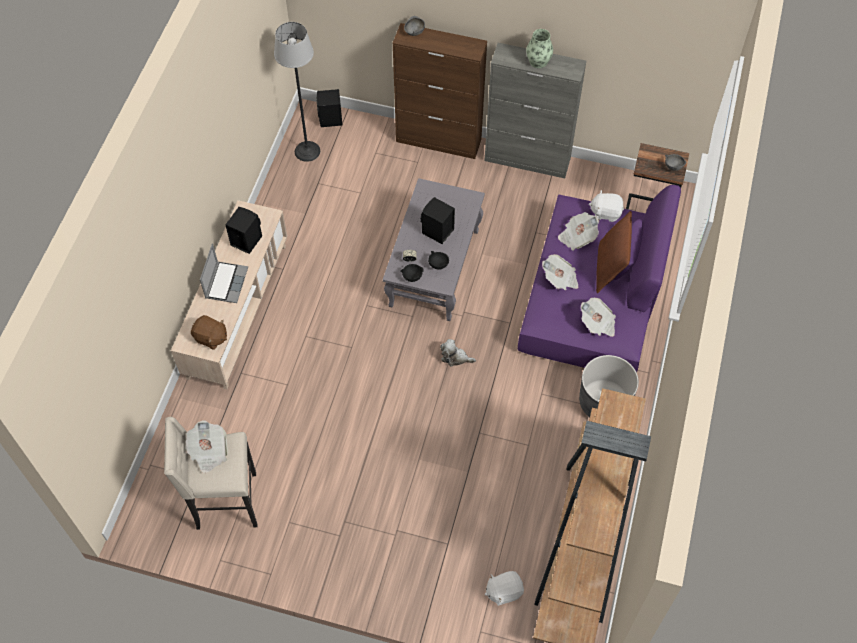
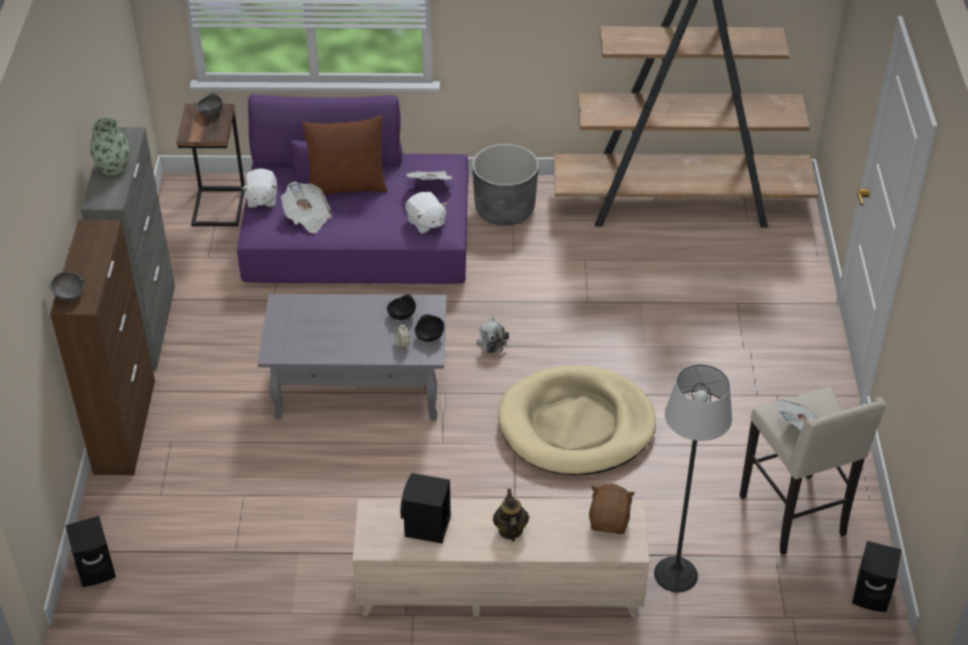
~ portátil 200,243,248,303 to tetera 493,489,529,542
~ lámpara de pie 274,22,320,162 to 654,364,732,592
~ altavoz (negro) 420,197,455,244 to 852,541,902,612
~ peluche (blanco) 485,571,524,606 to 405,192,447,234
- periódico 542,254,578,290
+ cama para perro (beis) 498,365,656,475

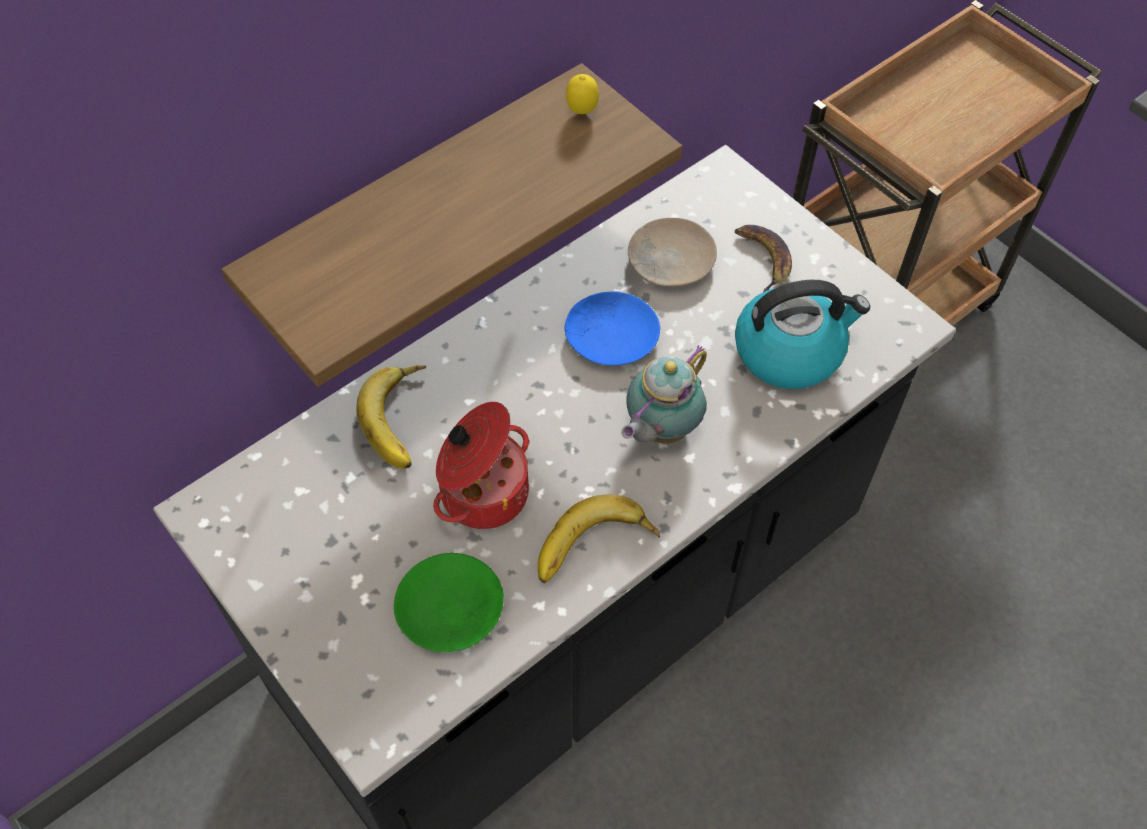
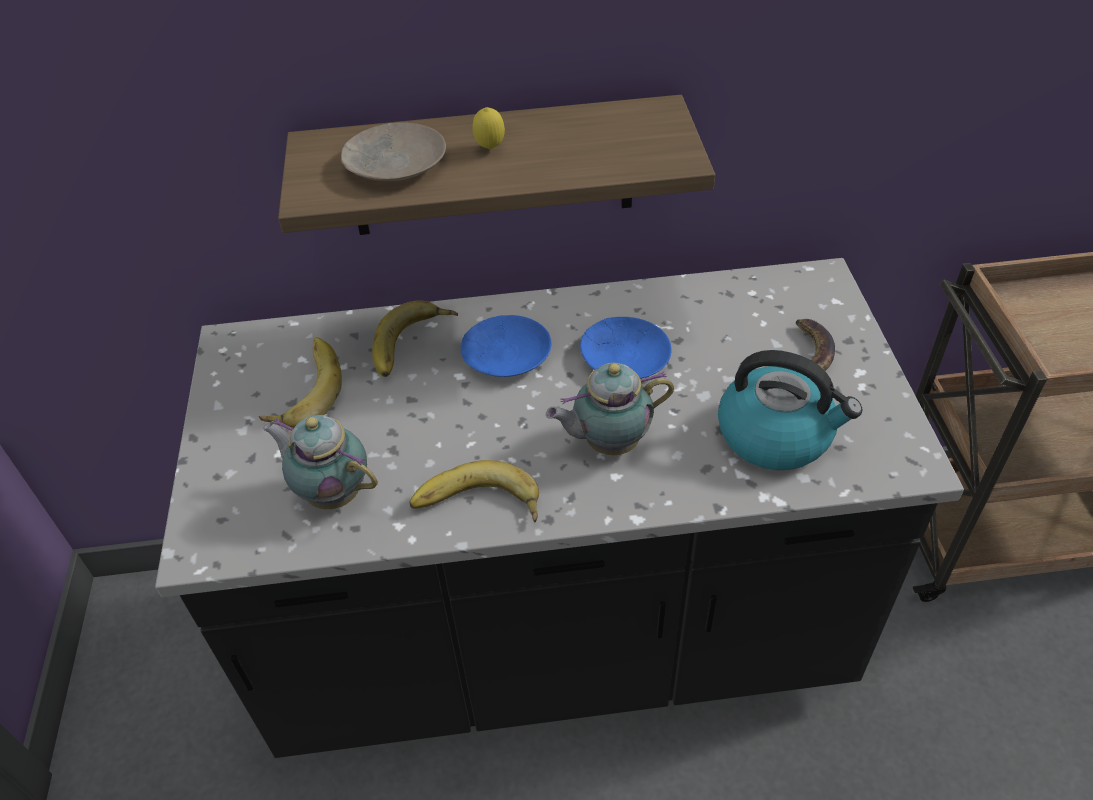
~ plato (verde) 394,553,504,652 to tetera 263,415,378,509
- olla 433,402,529,529
~ limón 566,74,599,114 to 472,107,505,149
~ plato (beis) 628,218,717,286 to 341,122,446,181
+ plátano 259,337,342,428
+ plato (azul) 461,315,551,377

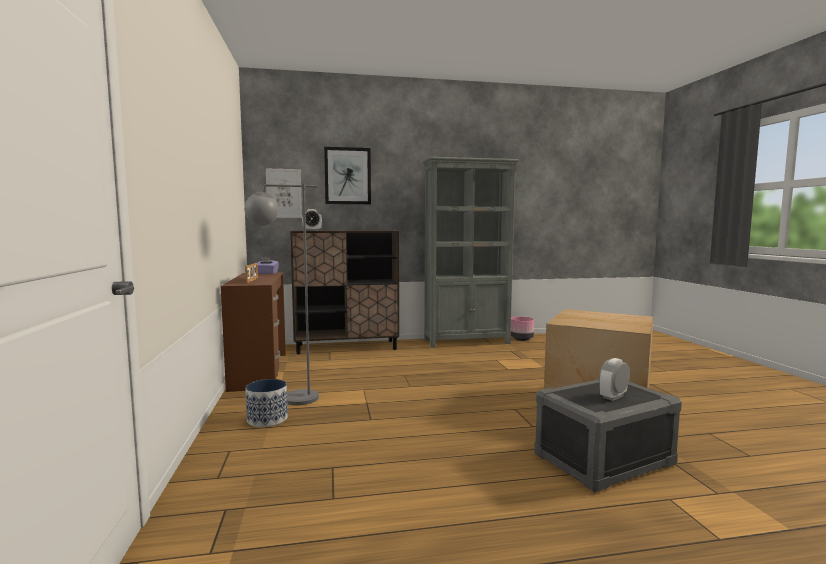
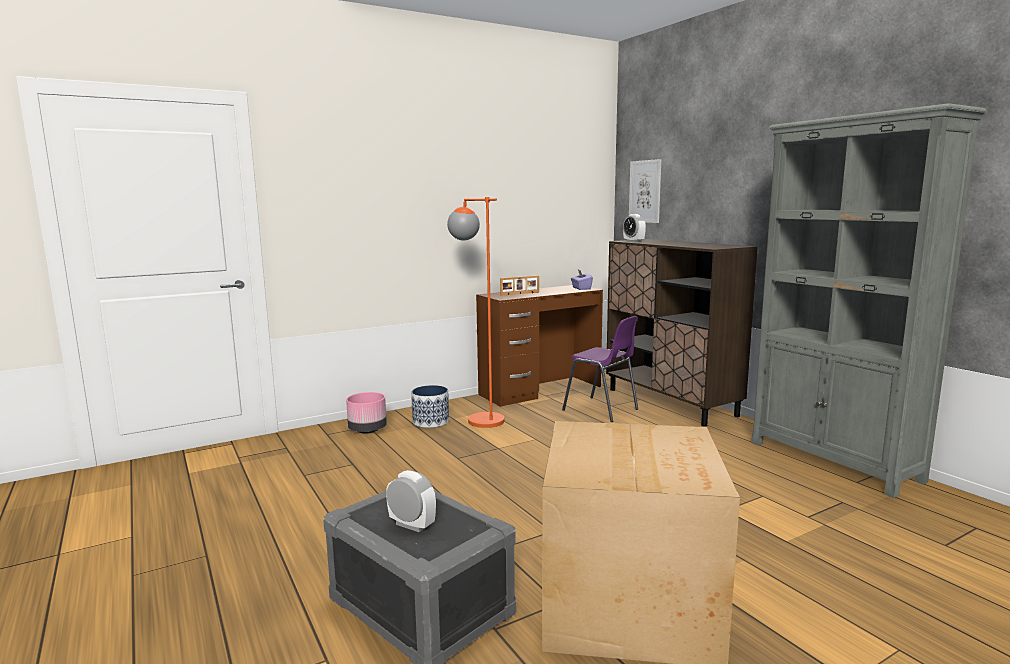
~ lámpara de pie (gris) 244,184,319,405 to lámpara de pie (naranja) 447,197,505,428
- cuadro 324,147,371,204
~ maceta (rosa) 511,317,534,341 to 346,392,387,434
+ silla (morado) 562,316,638,422

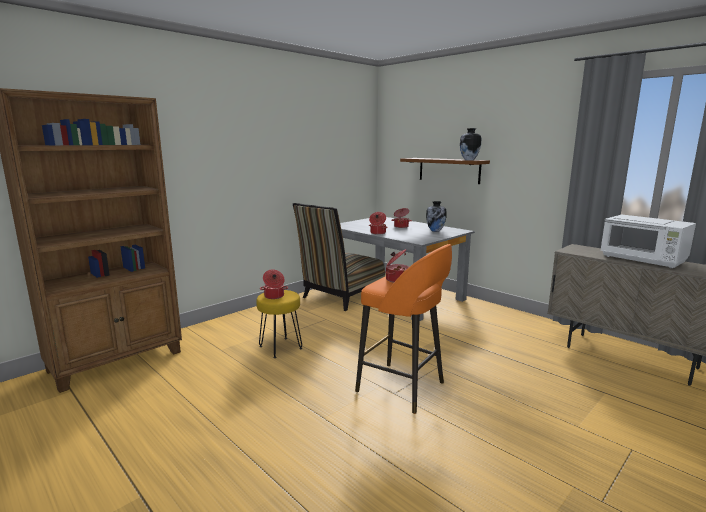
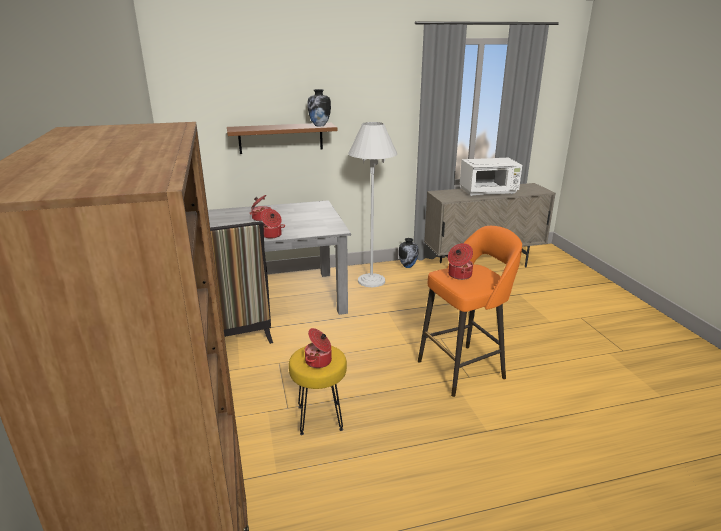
~ florero 426,201,447,232 to 399,238,418,268
+ lámpara de pie (blanco) 348,122,397,287

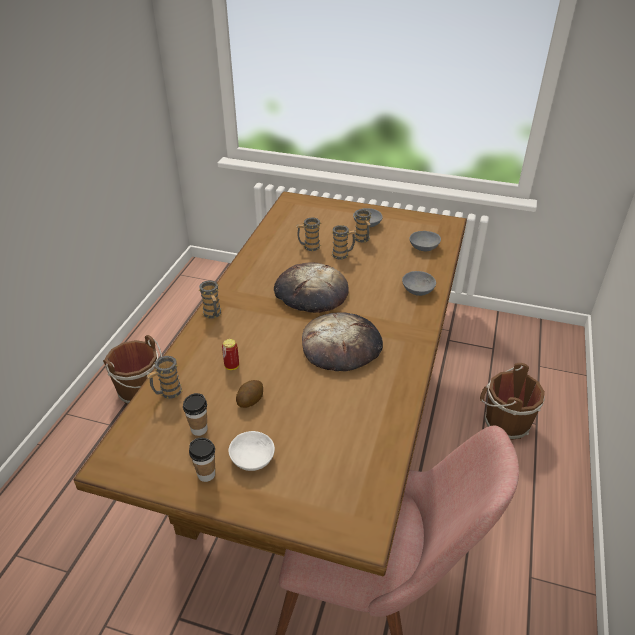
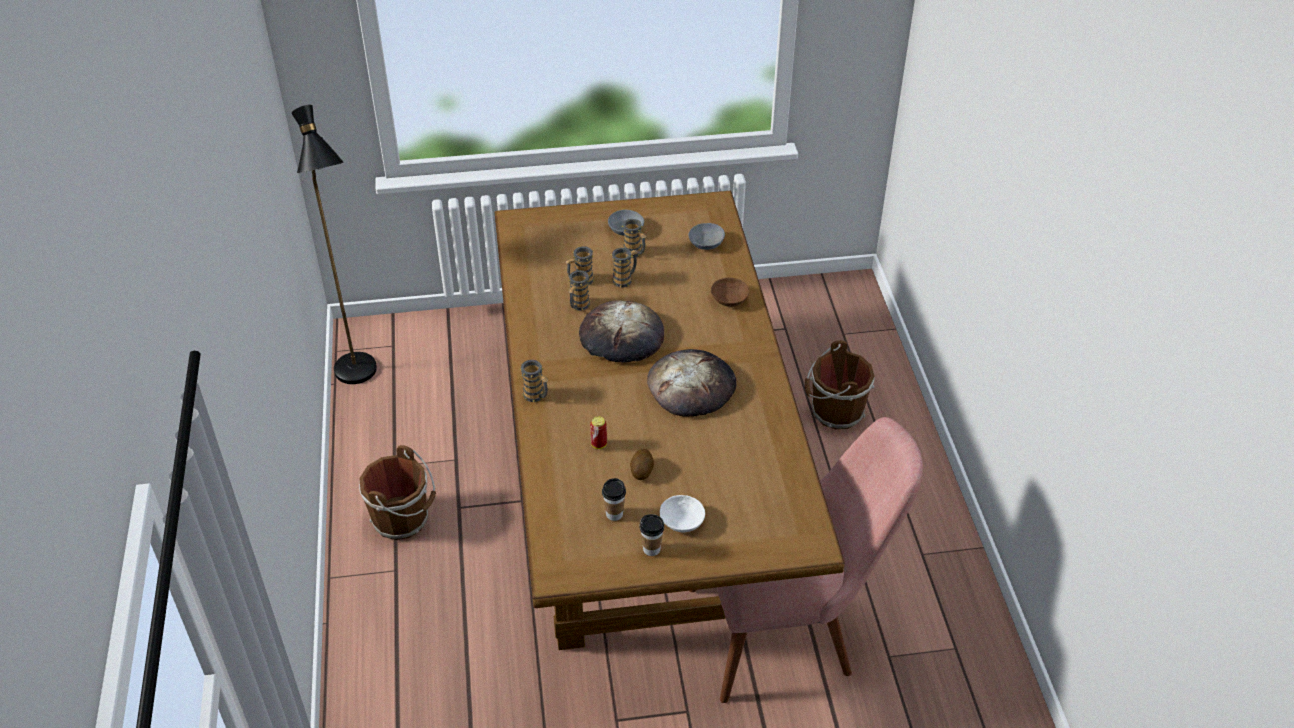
~ taza grande 147,356,183,399 to 568,270,591,311
~ cuenco (gris) 402,271,436,296 to cuenco (marrón) 711,277,749,307
+ lámpara de pie (negro) 291,105,377,384

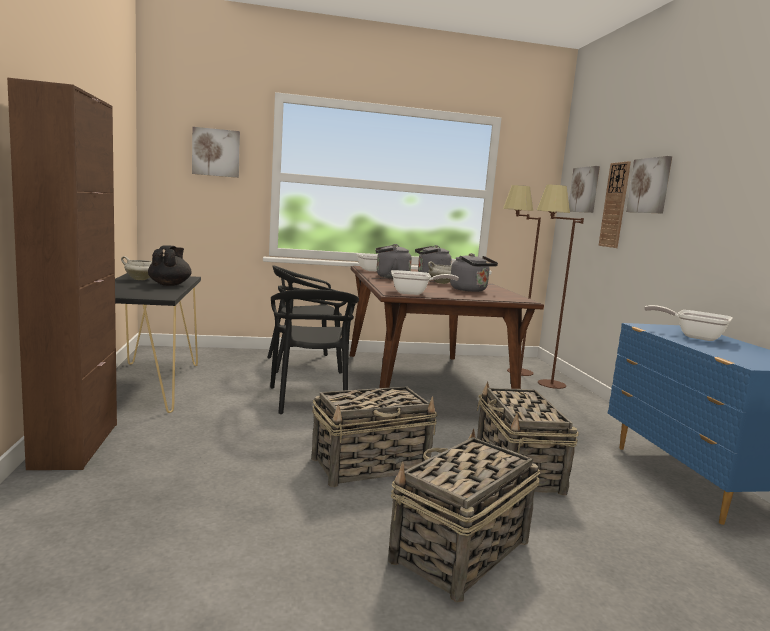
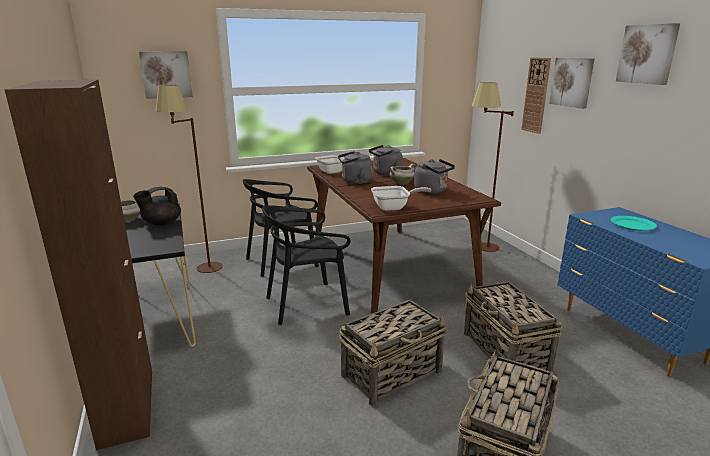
~ tetera (negro) 148,245,192,286 = 133,187,181,226 120 degrees counterclockwise
~ silla (negro) 270,289,359,414 = 262,205,351,325 90 degrees clockwise
~ lámpara de pie (marrón) 503,185,541,376 to 155,85,223,273
~ cuadro 569,166,600,213 to 616,23,680,85
~ sartén 644,305,733,341 to plato (turquesa) 610,216,657,231

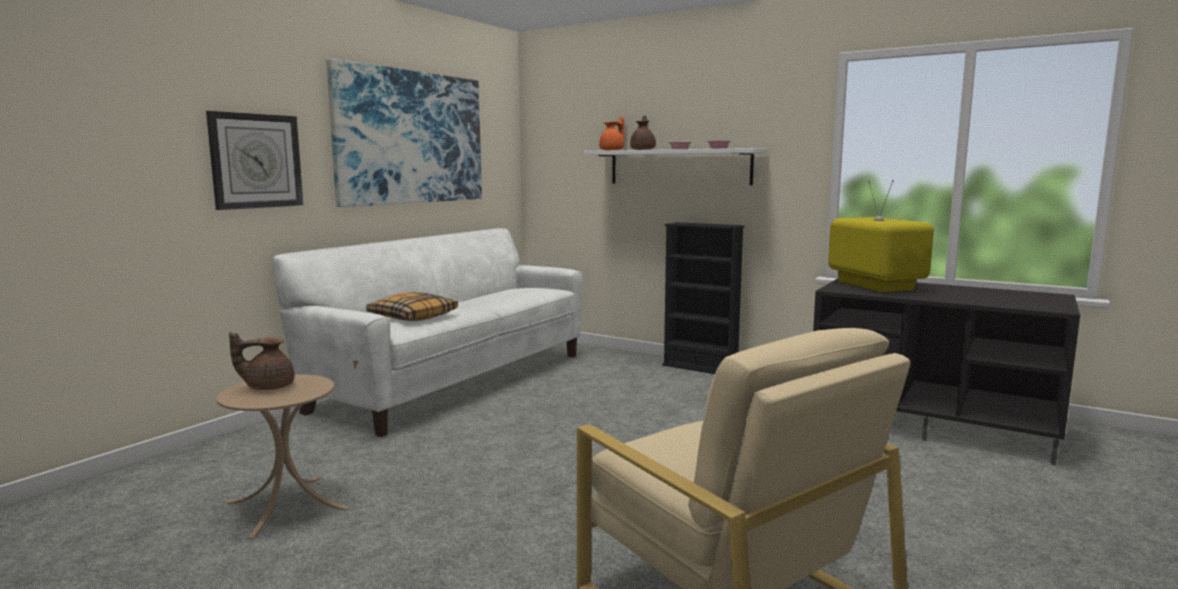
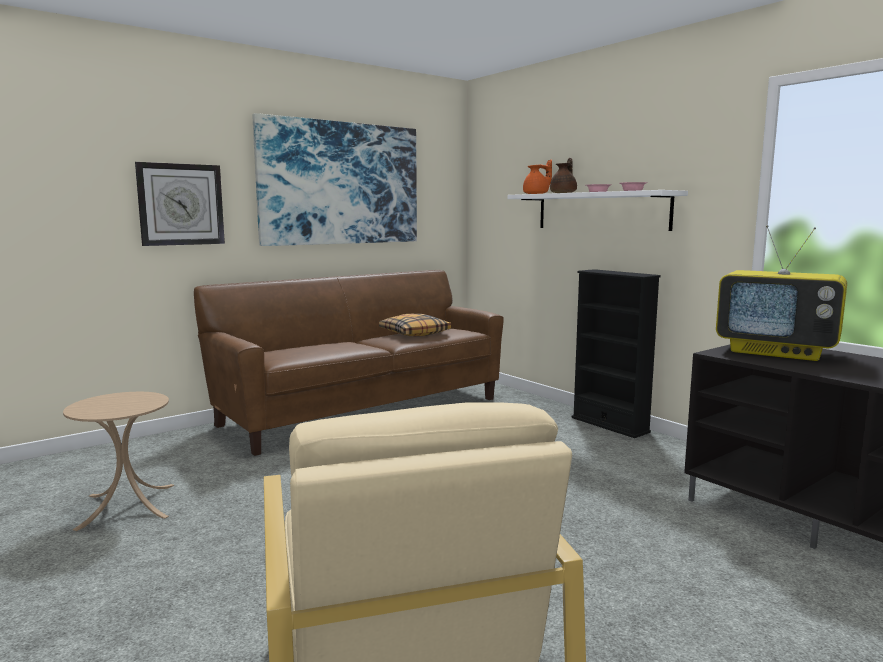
- tetera (marrón) 229,332,294,390
~ sofá (blanco) 273,228,583,437 to sofá (marrón) 194,270,504,456
~ cojín 366,292,458,321 to 379,314,451,337
~ televisor 828,180,934,292 = 716,225,847,361 120 degrees clockwise

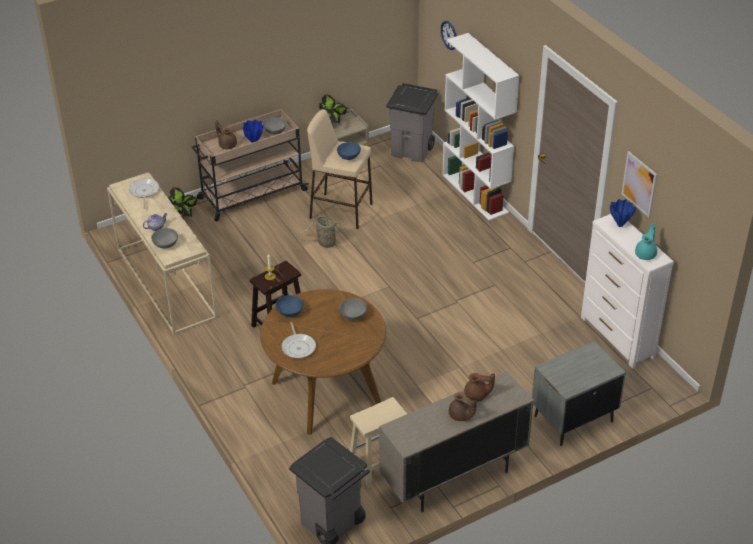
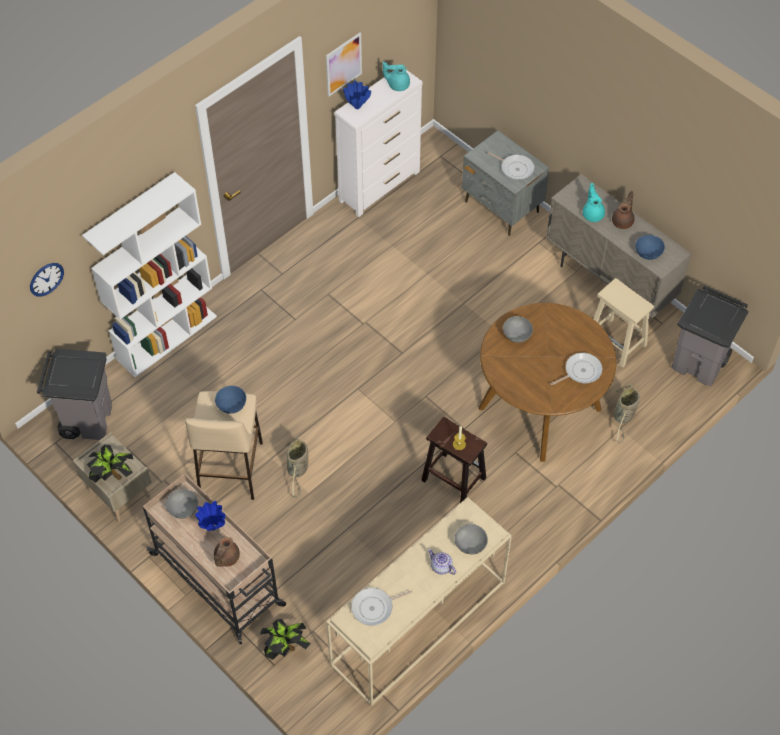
~ cuenco (azul) 276,295,303,317 to 635,235,665,260
~ tetera (marrón) 464,373,495,402 to tetera (turquesa) 583,183,605,222
+ sartén 488,152,534,180
+ cesta 614,383,640,443

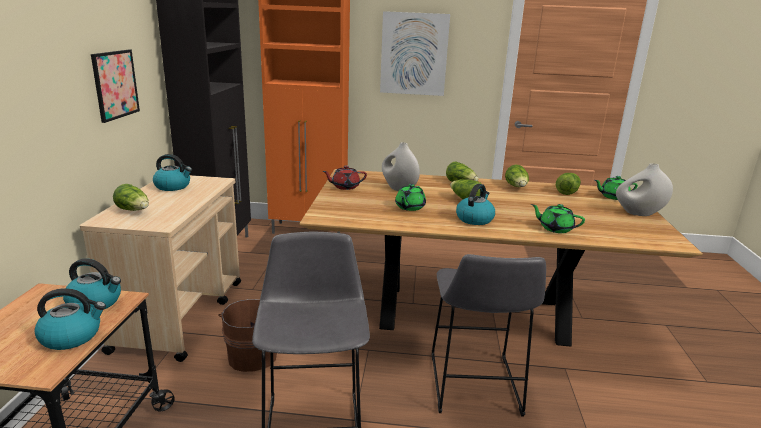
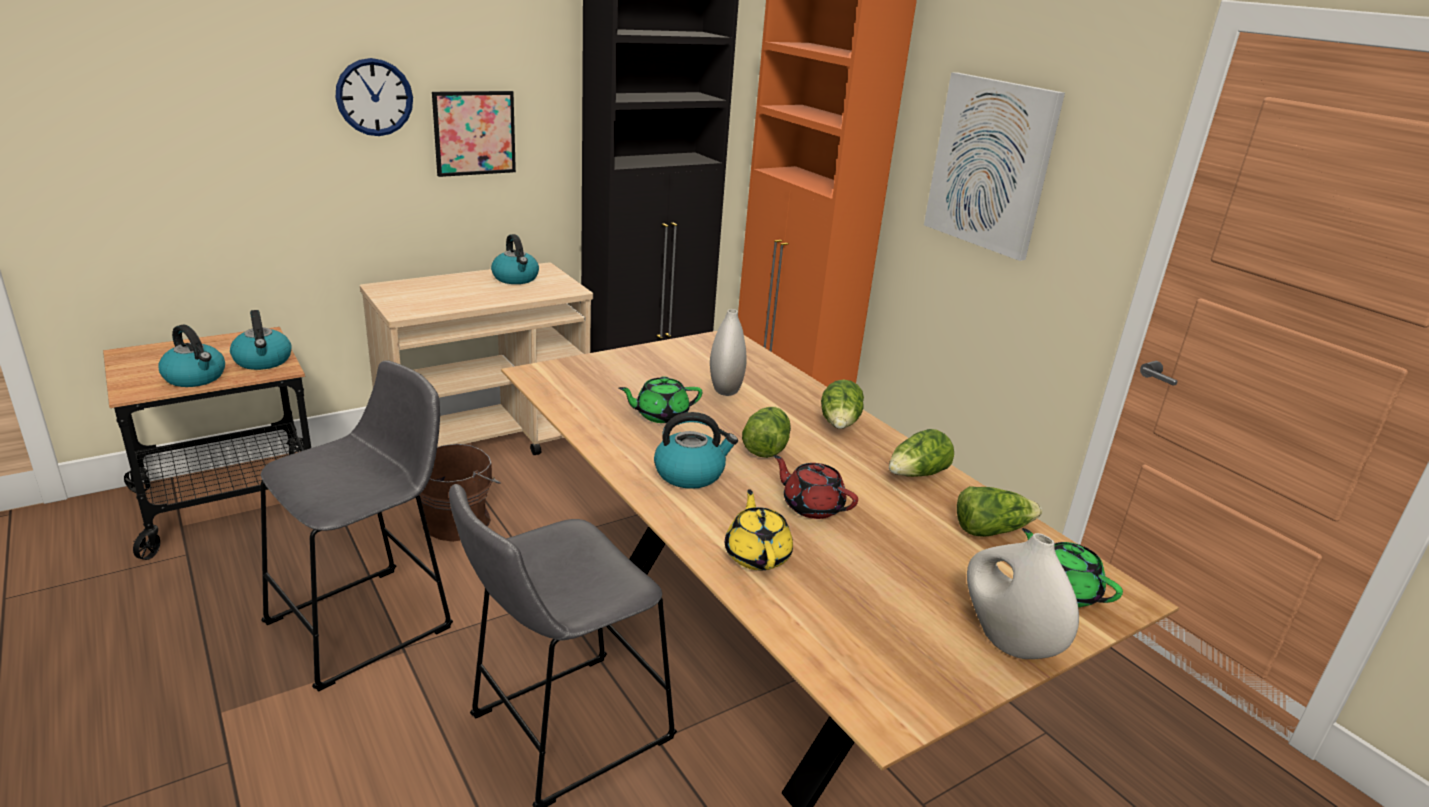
- lechuga 113,184,149,211
~ tetera (rojo) 322,166,367,190 to 773,455,858,519
~ tetera (verde) 531,204,585,233 to tetera (amarillo) 725,489,793,570
+ reloj de pared 336,58,413,136

